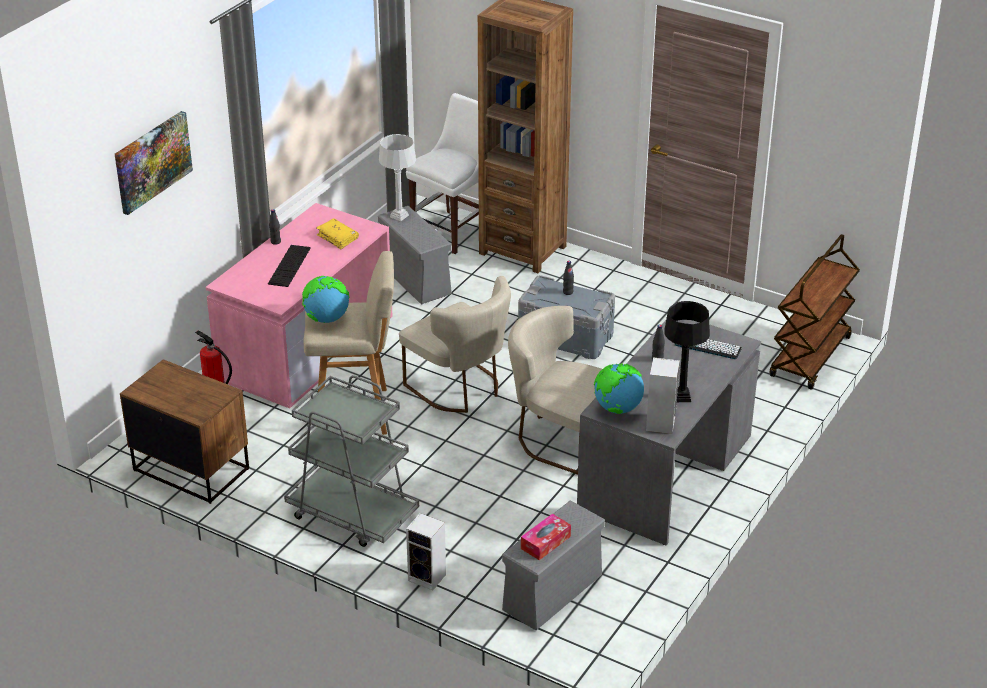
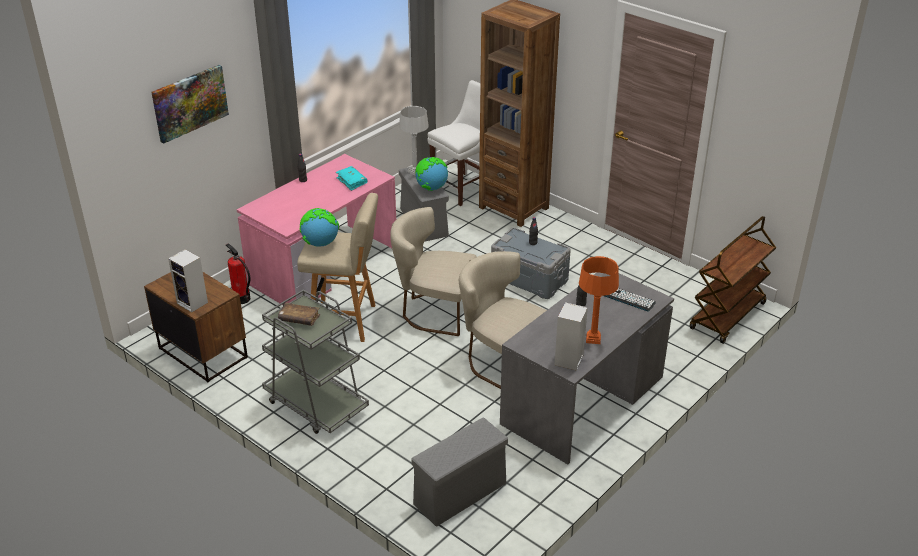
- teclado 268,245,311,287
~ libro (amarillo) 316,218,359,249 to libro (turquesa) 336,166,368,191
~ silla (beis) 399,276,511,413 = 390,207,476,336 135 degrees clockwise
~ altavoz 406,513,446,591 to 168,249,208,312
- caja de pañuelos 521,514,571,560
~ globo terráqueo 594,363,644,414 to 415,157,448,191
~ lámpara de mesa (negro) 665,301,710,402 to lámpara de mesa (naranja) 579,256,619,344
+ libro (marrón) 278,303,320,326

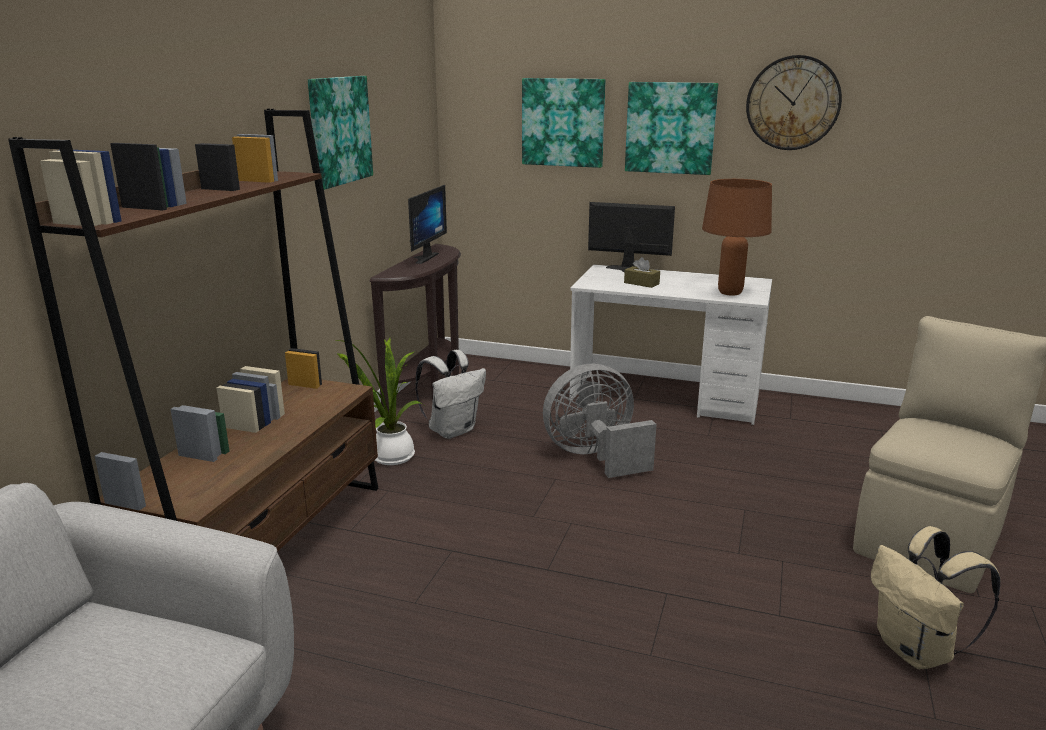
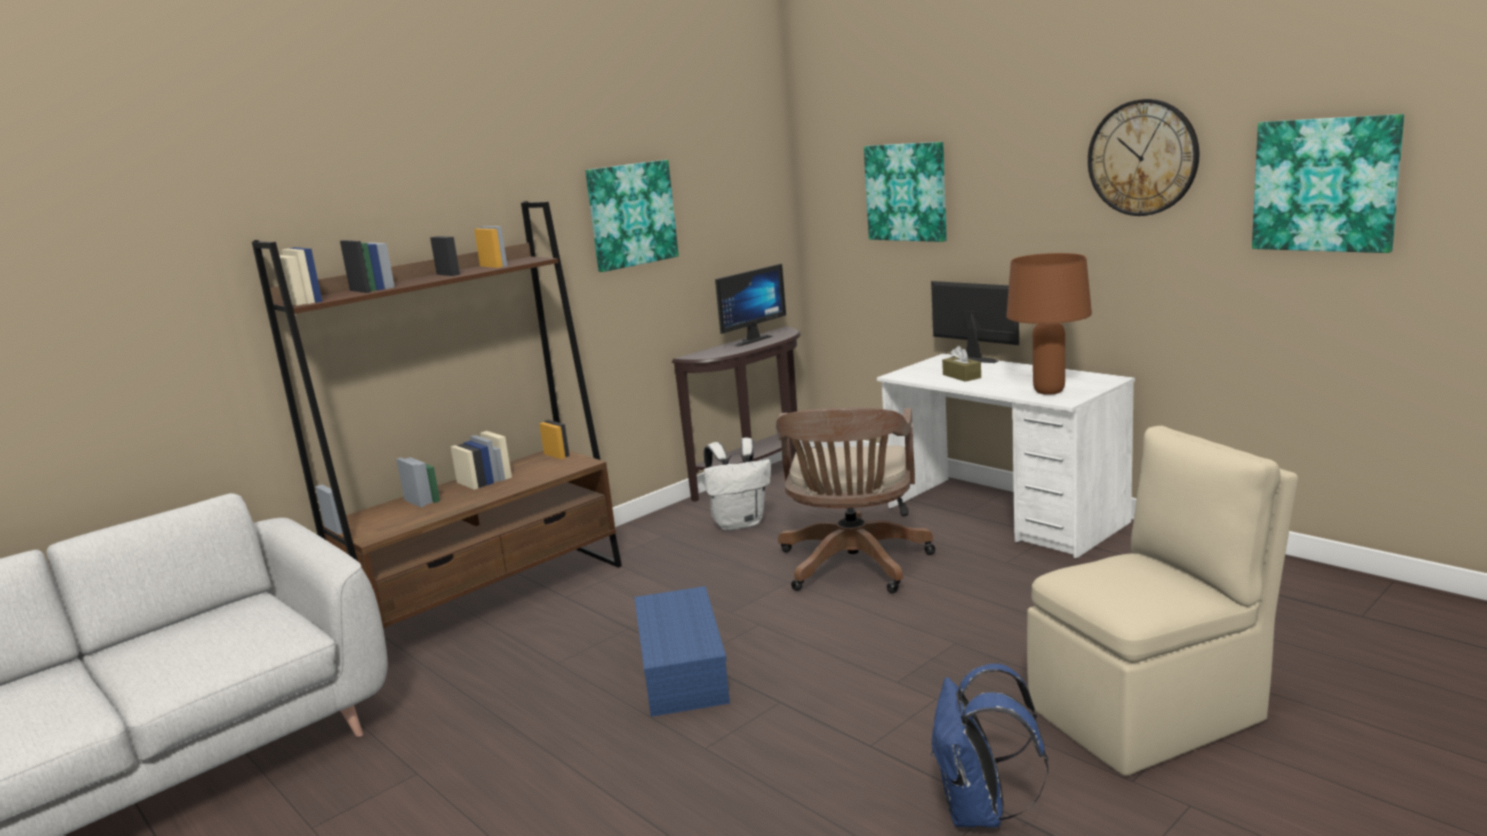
- planta en maceta 335,338,425,465
~ ventilador (gris) 543,364,657,478 to silla de oficina (marrón) 776,408,936,594
~ cuadro 625,82,718,175 to 1252,114,1404,253
~ mochila (beis) 871,526,1000,669 to mochila (azul) 931,664,1048,828
+ caja de almacenaje (azul) 634,586,730,717

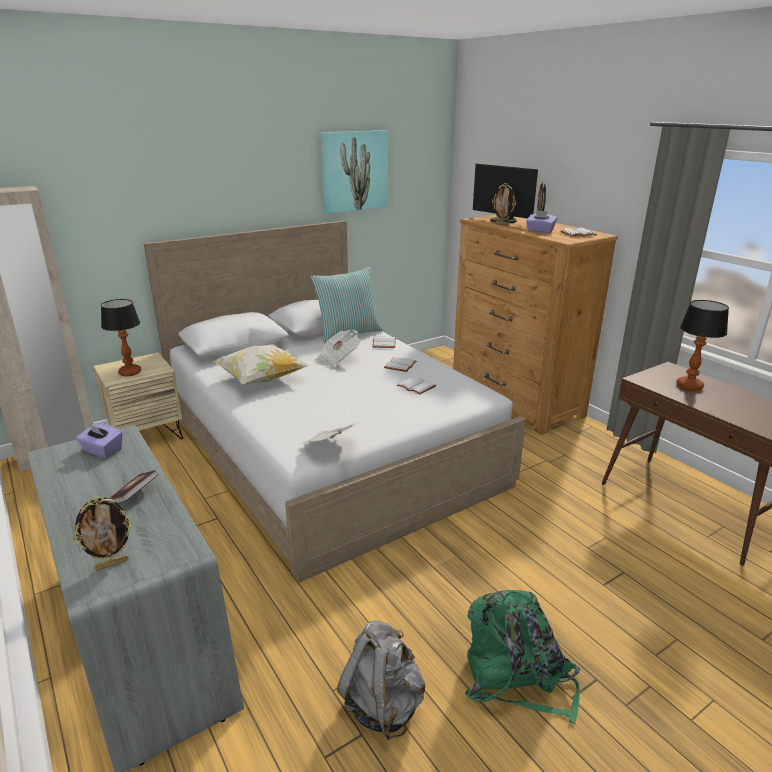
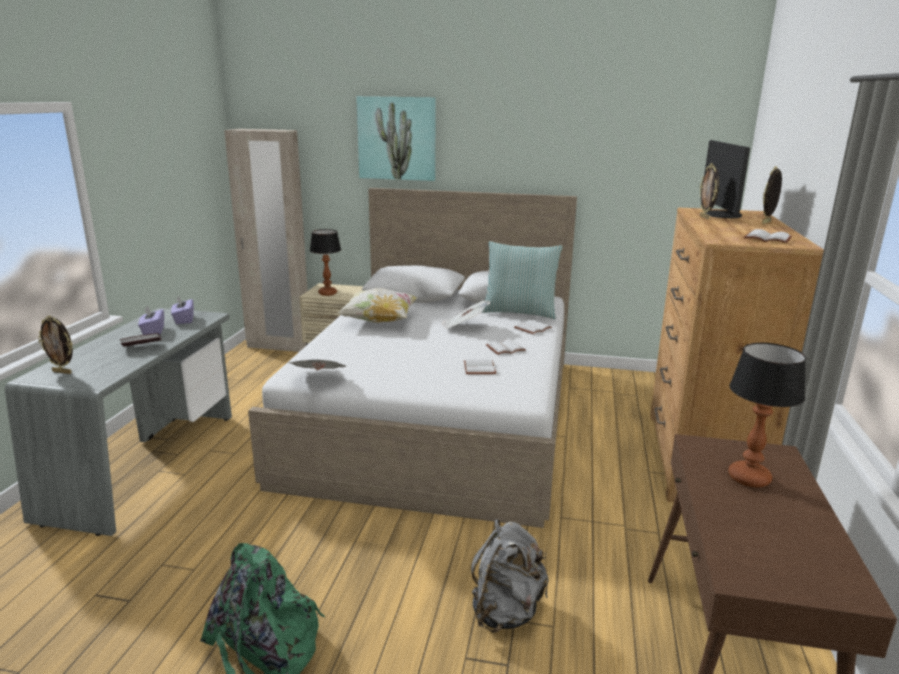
~ cuadro 321,130,388,213 to 356,96,436,181
~ mochila (gris) 337,620,425,740 to 471,519,549,633
~ caja de pañuelos (morado) 526,210,557,233 to 138,305,164,335

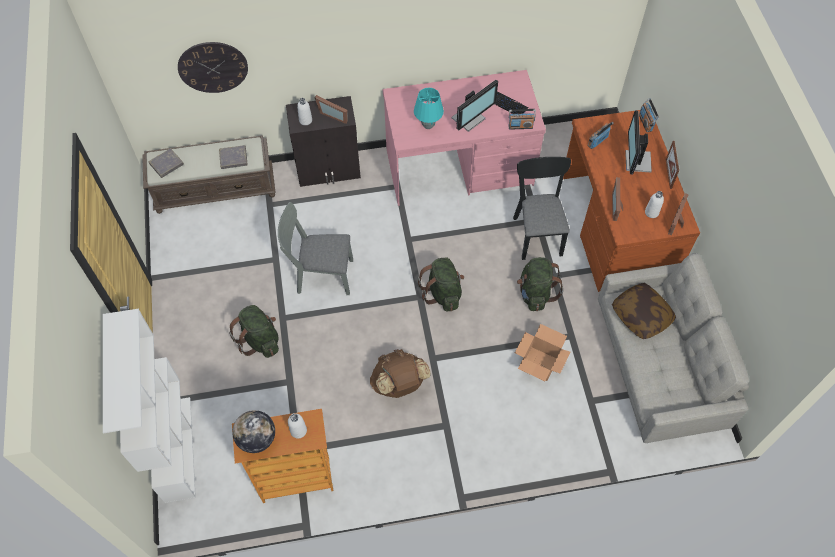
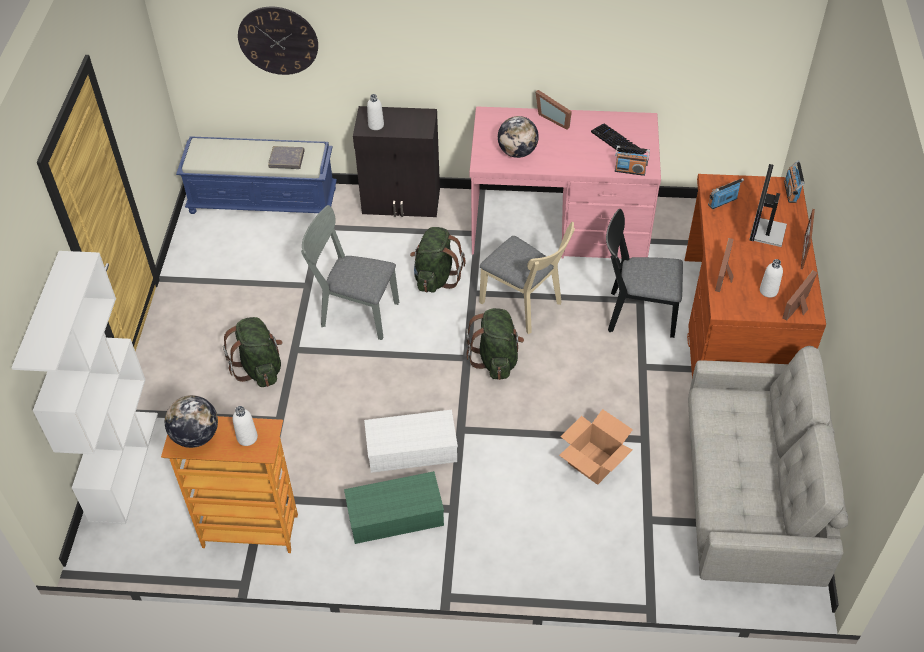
~ banco (marrón) 142,135,276,214 to banco (azul) 176,136,337,214
- libro (gris) 148,148,184,178
~ portarretratos 314,95,348,124 to 536,90,572,130
~ mochila (marrón) 370,349,431,398 to caja de almacenaje (blanco) 364,410,458,473
~ lámpara de mesa (turquesa) 414,88,444,129 to globo terráqueo 498,116,539,158
- monitor 452,80,498,132
~ silla (negro) 513,157,571,260 = 606,209,683,338 90 degrees counterclockwise
~ mochila (verde) 517,257,563,311 to 410,227,466,293
- cojín 612,283,676,339
+ caja de almacenaje (verde) 344,471,444,544
+ silla (beis) 479,222,575,334

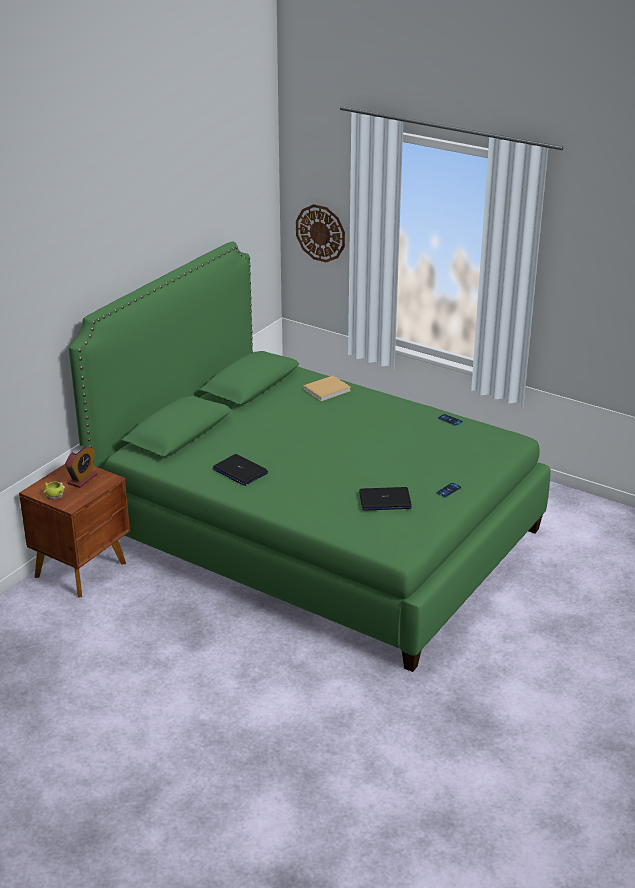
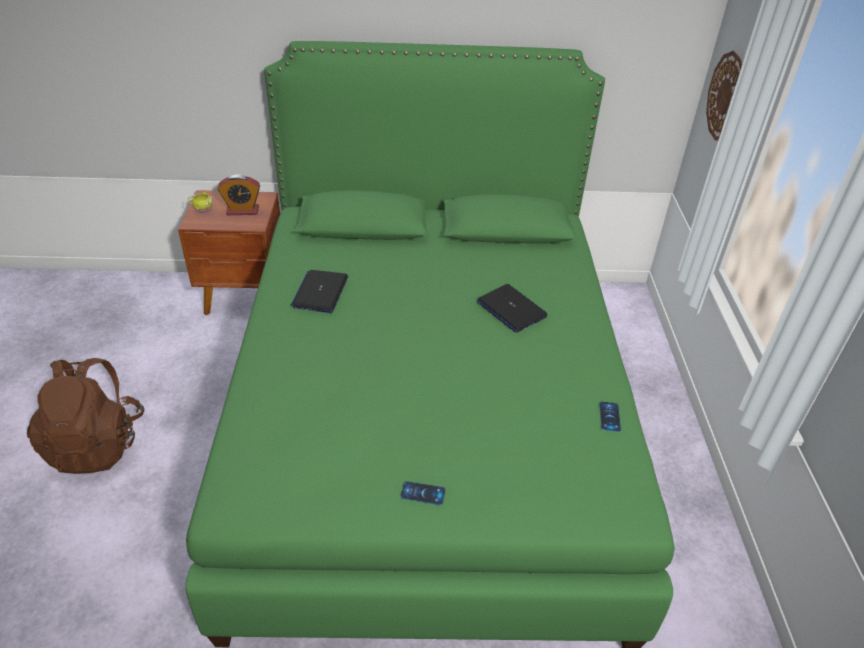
- libro (beis) 303,376,351,401
~ portátil 359,487,412,510 to 477,284,548,333
+ mochila (marrón) 27,358,144,474

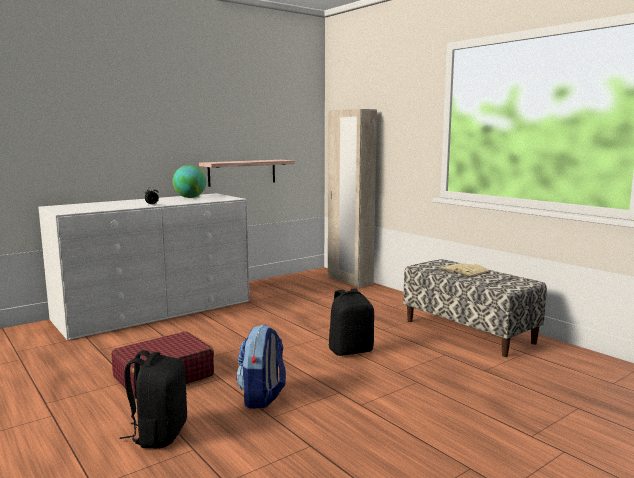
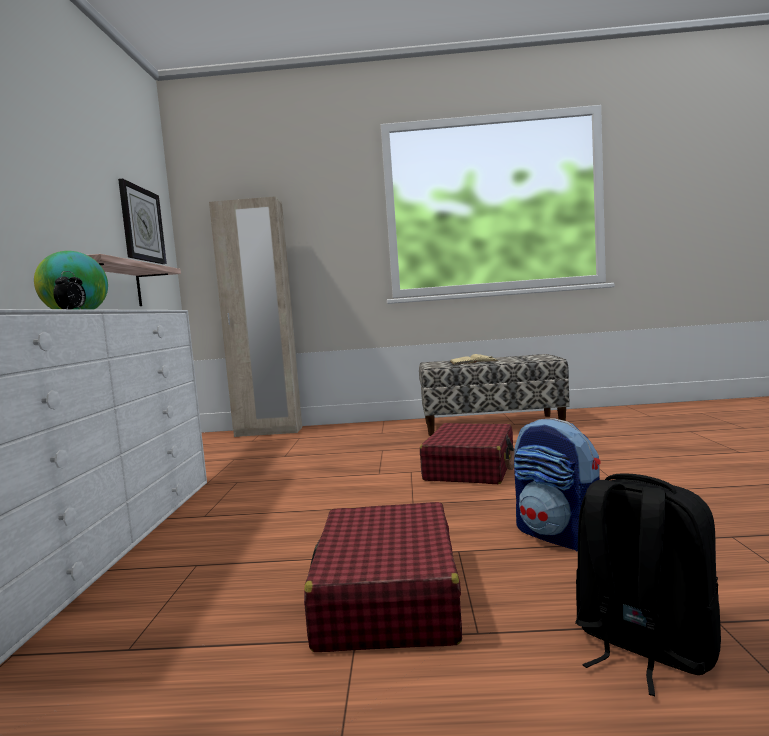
~ mochila (negro) 329,288,374,356 to maleta (rojo) 420,423,515,484
+ reloj de pared 118,179,167,264

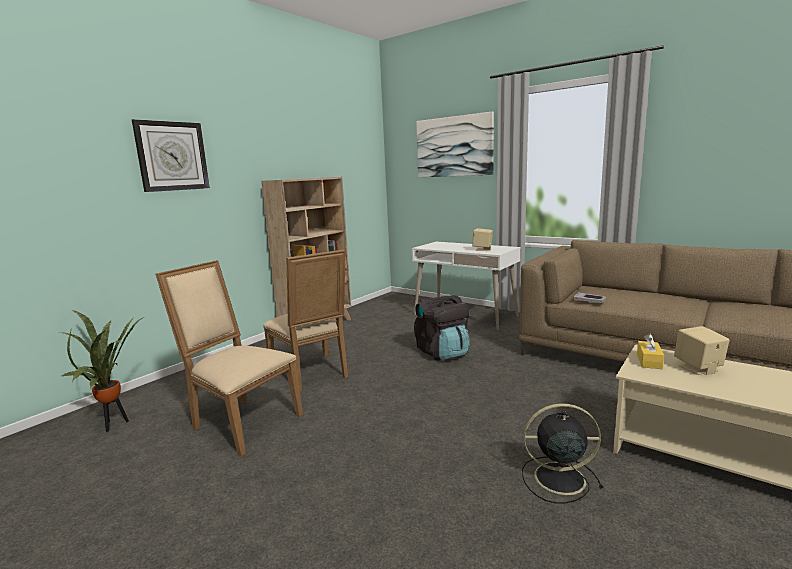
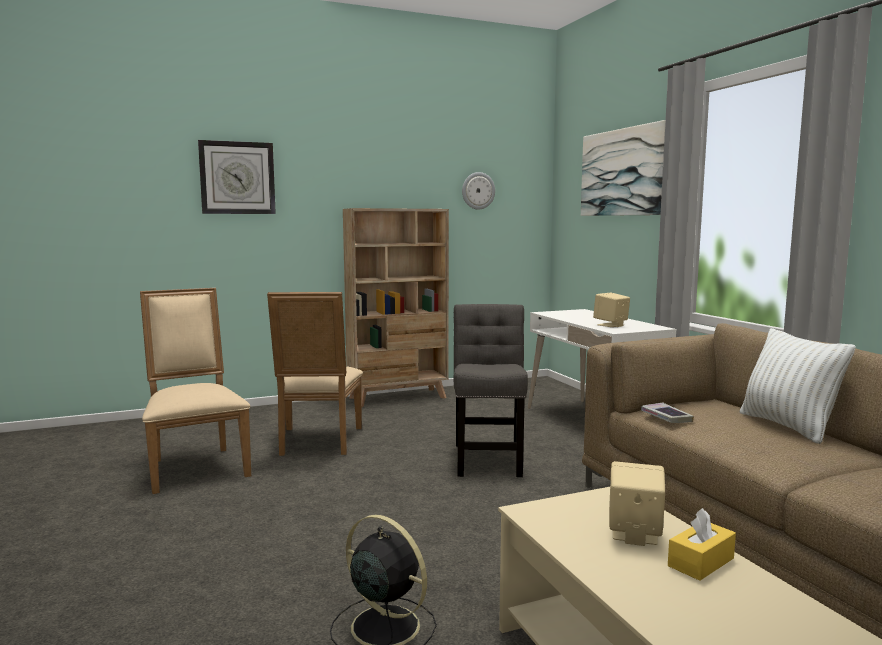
- planta en maceta 59,310,144,432
~ mochila (negro) 414,295,470,361 to silla (gris) 454,304,528,477
~ caja de pañuelos (amarillo) 637,334,664,369 to 668,508,736,581
+ reloj de pared 462,172,495,210
+ cojín (blanco) 739,328,856,444

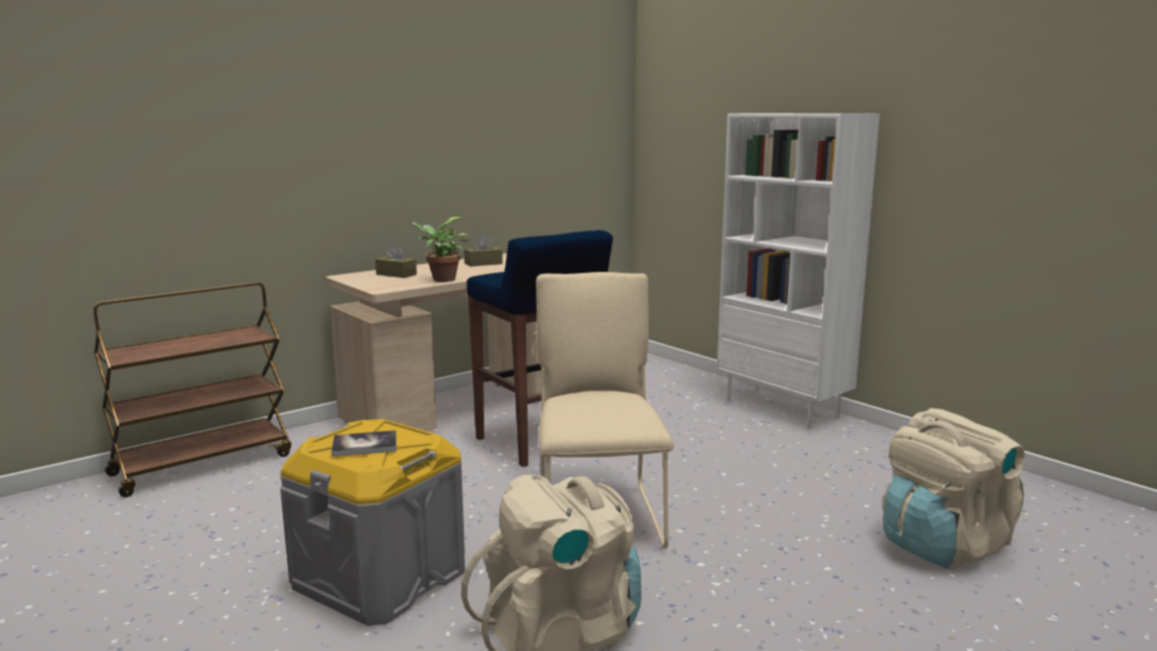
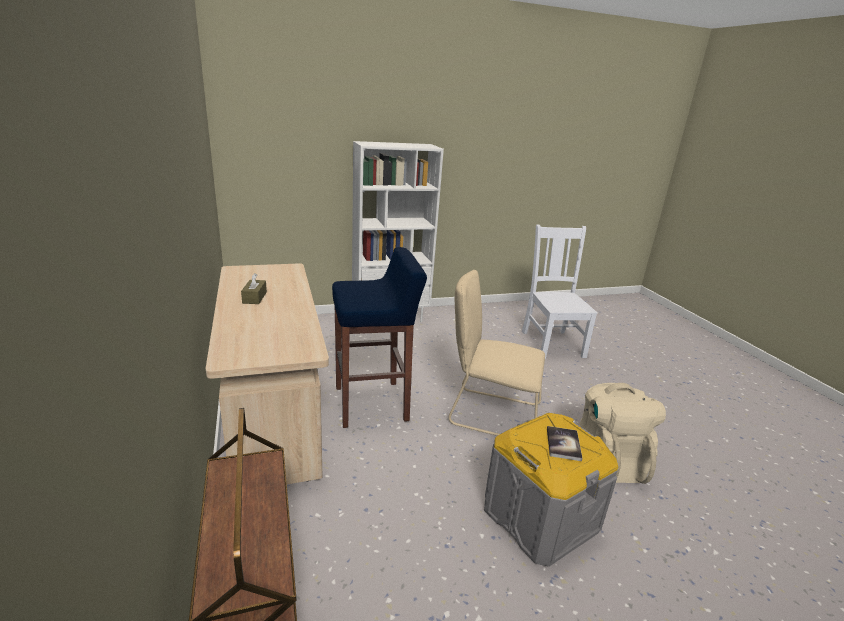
- caja de pañuelos (marrón) 375,244,417,278
- planta en maceta 409,217,469,282
~ mochila (beis) 882,408,1025,570 to silla (blanco) 522,225,598,359

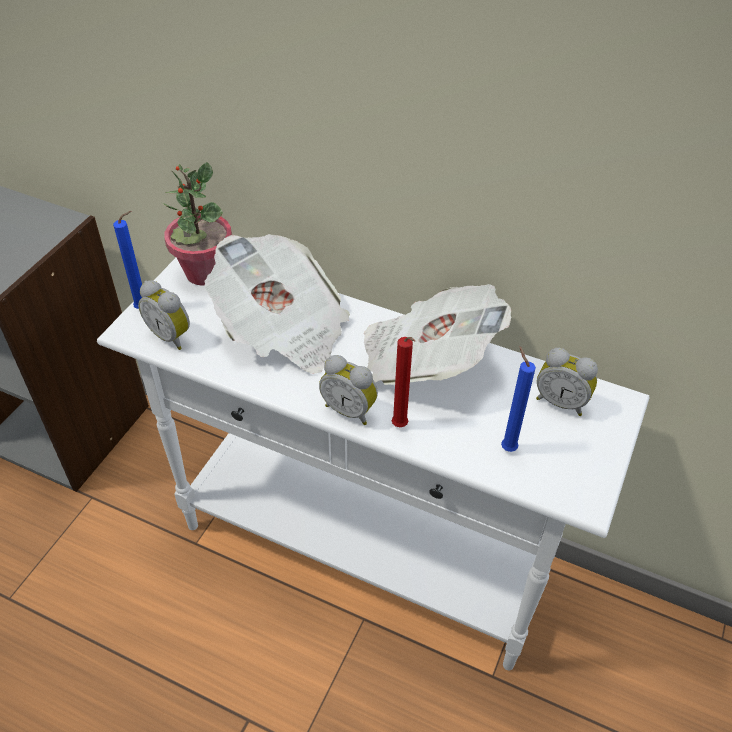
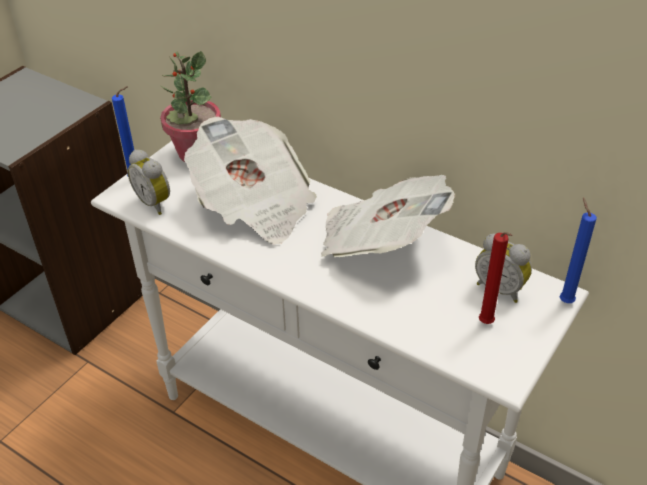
- despertador 319,355,378,425
~ vela (rojo) 391,337,415,427 to 479,232,512,324
~ vela (azul) 501,346,536,452 to 560,198,597,303

